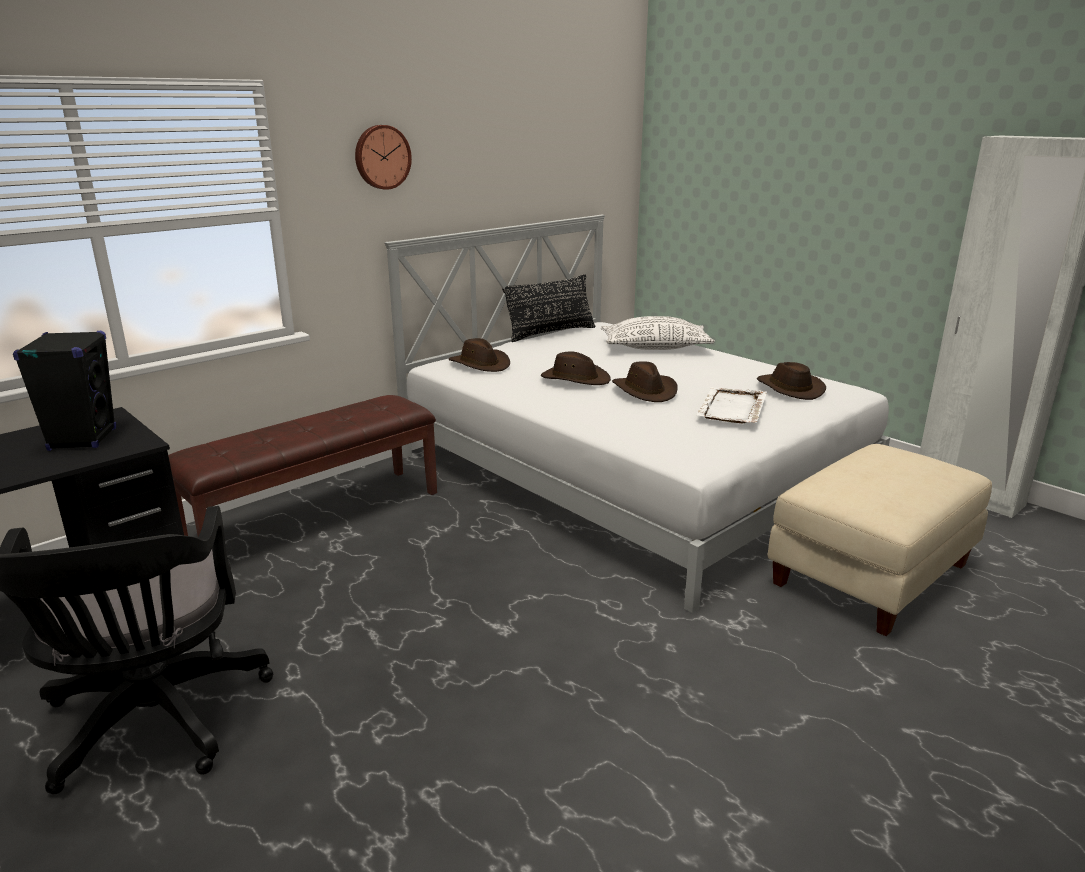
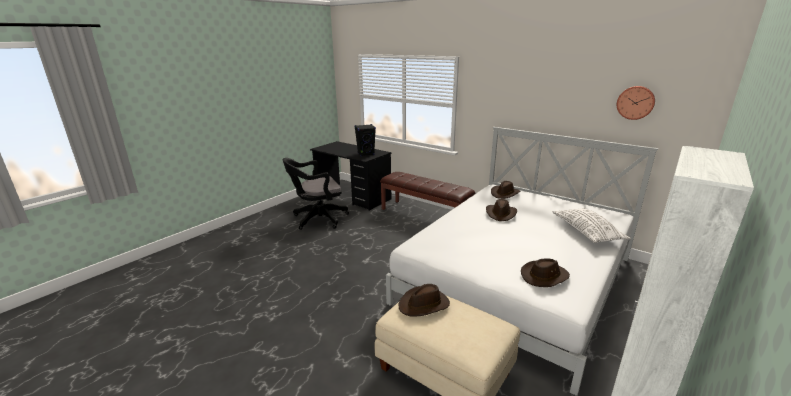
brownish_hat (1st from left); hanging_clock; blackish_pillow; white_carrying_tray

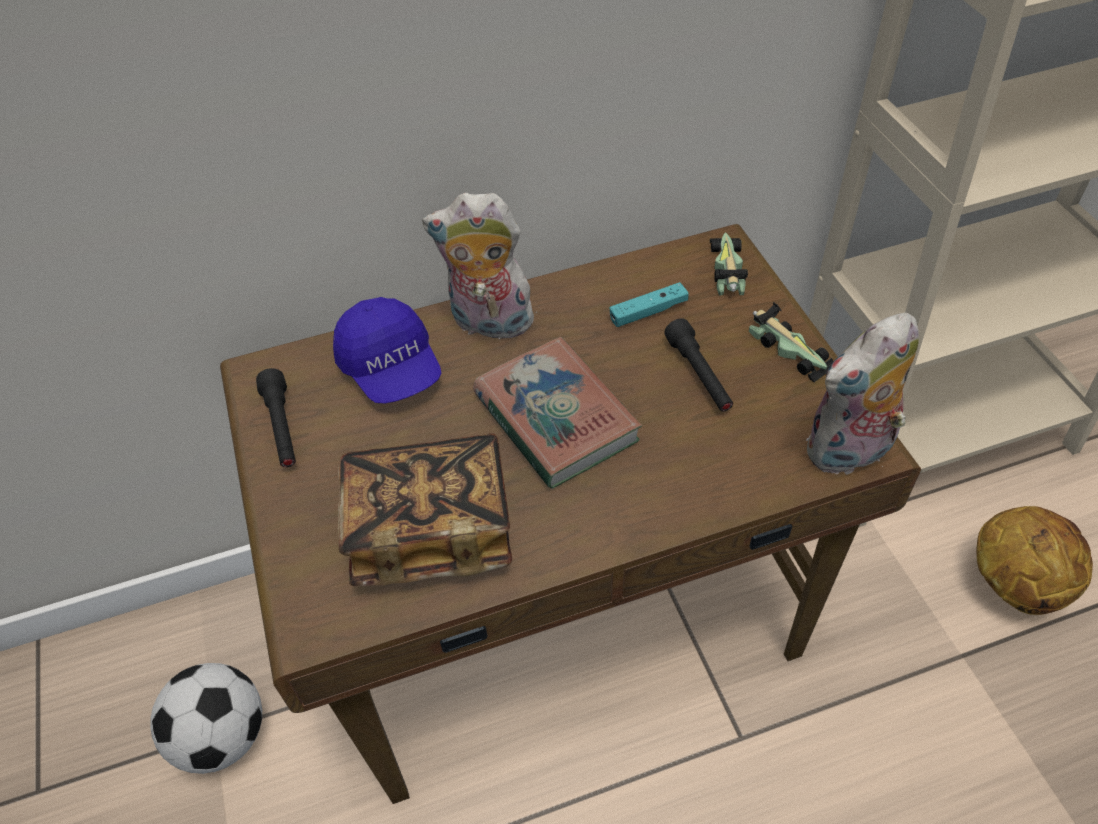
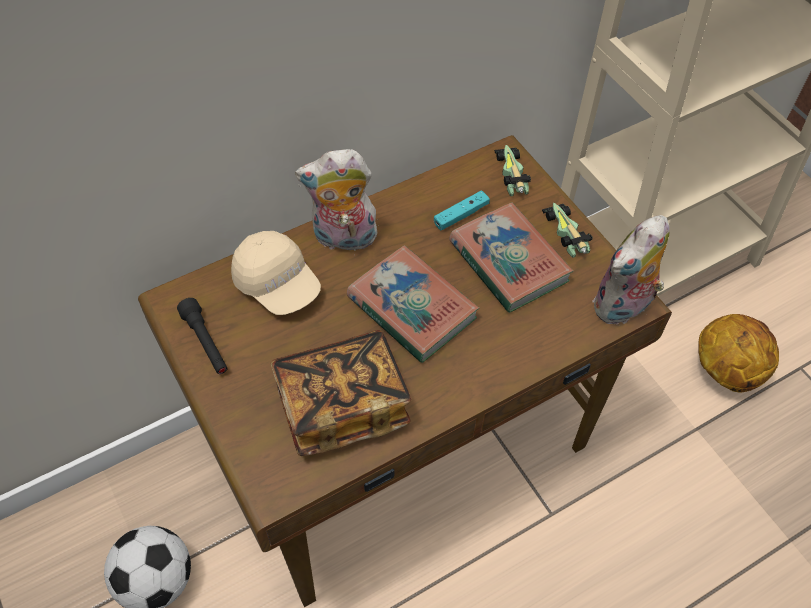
beige-coloured_cap; volume (3rd from left); miniature_car (2nd from left)

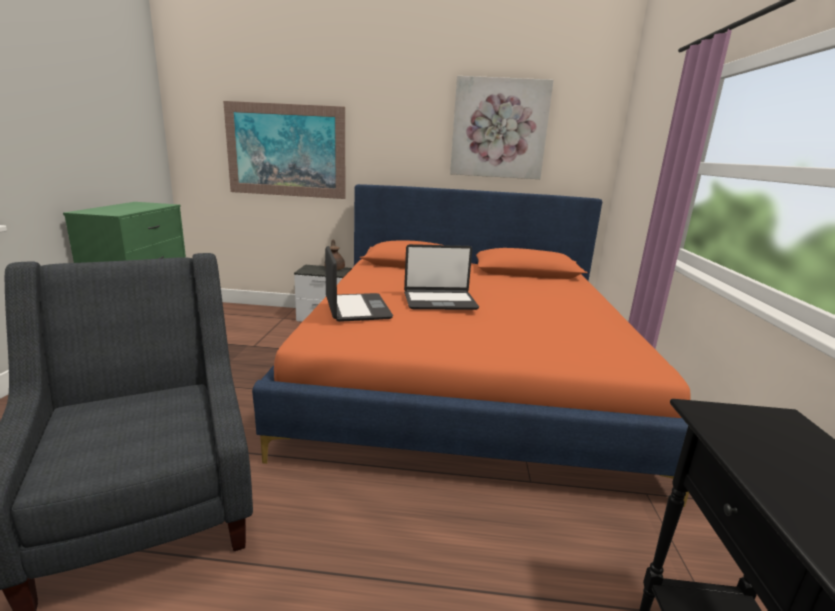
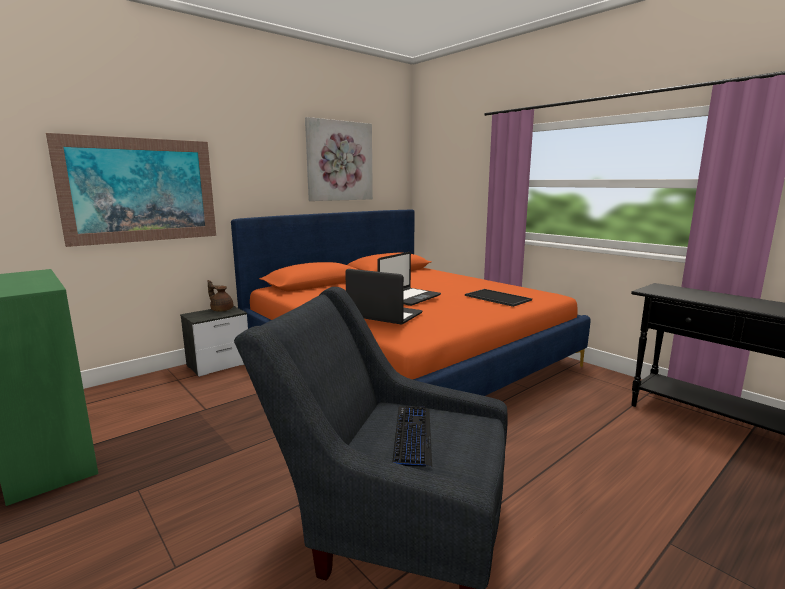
computer_keyboard; carrying_tray

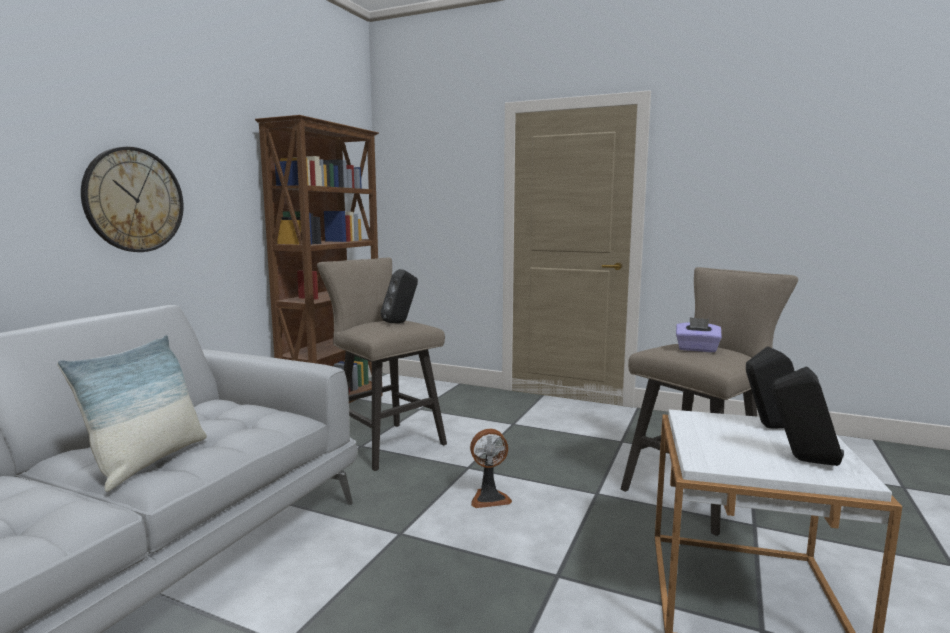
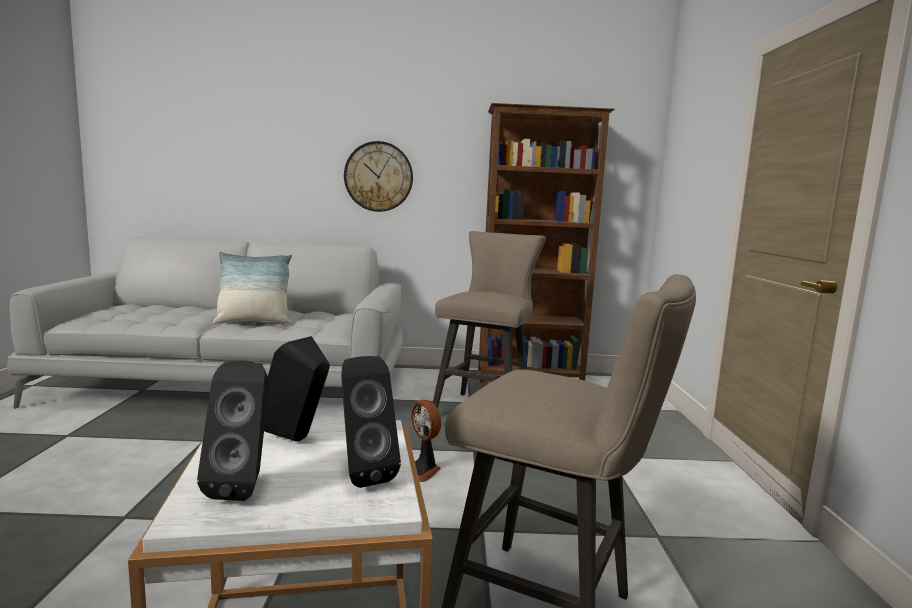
blackish_speaker (2nd from left); purple-coloured_tissue_box

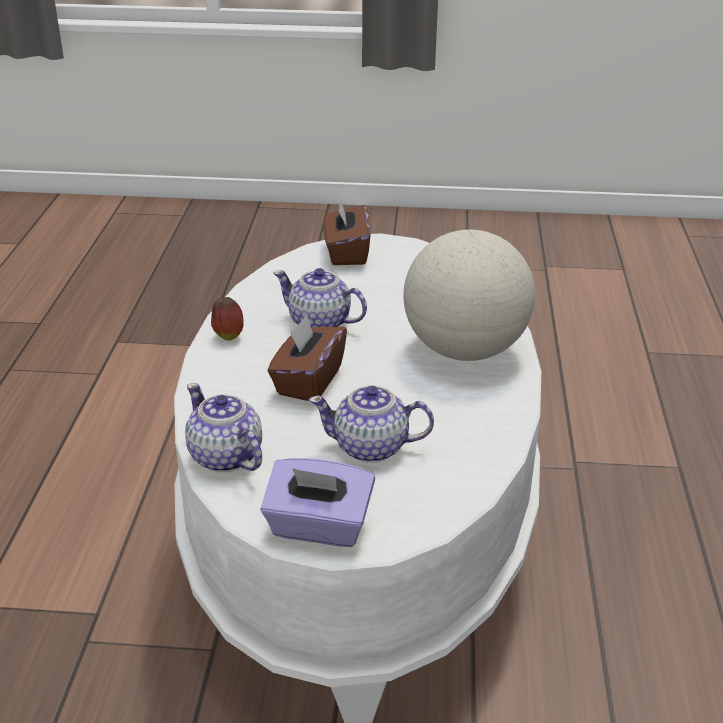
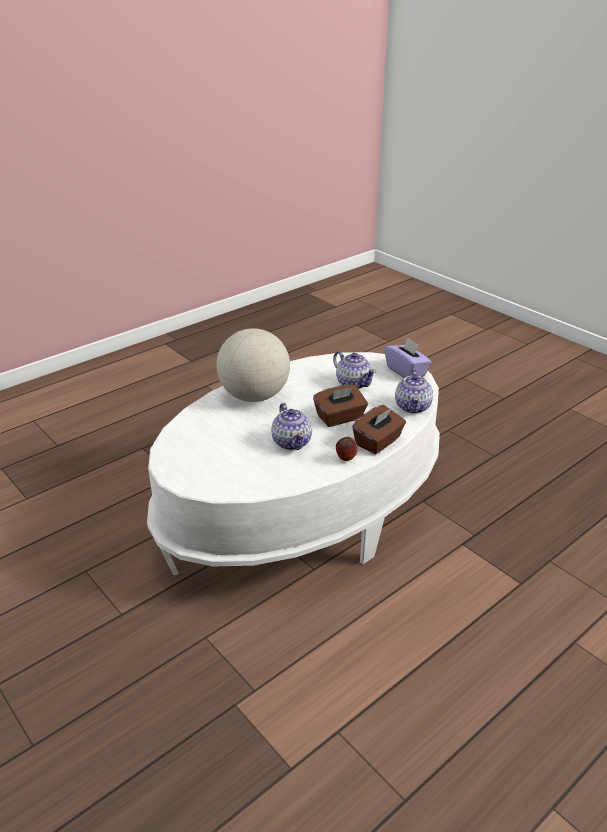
brownish_tissue_box (2nd from left)

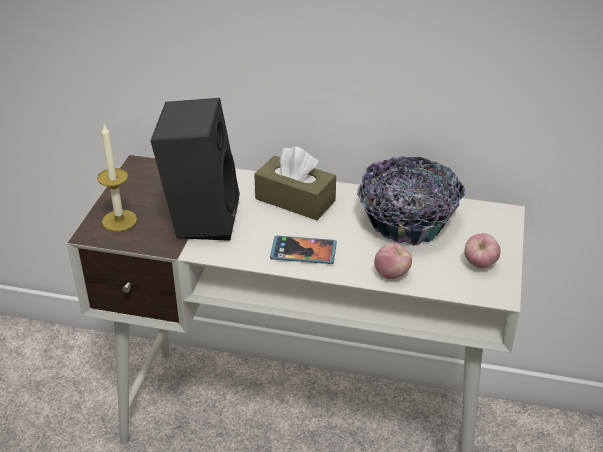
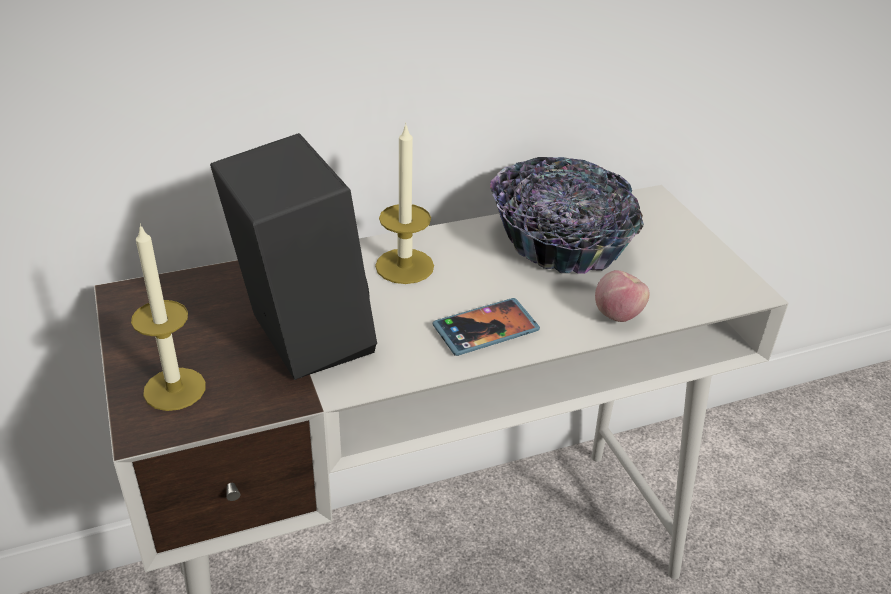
wax_light (2nd from left); apple_fruit (2nd from left in the first image)

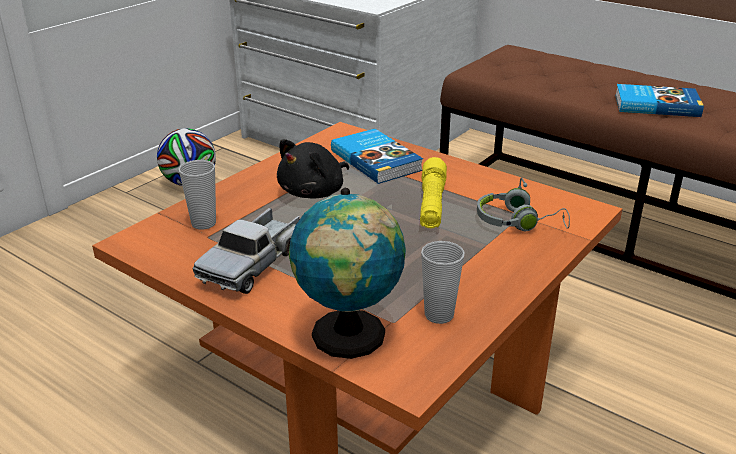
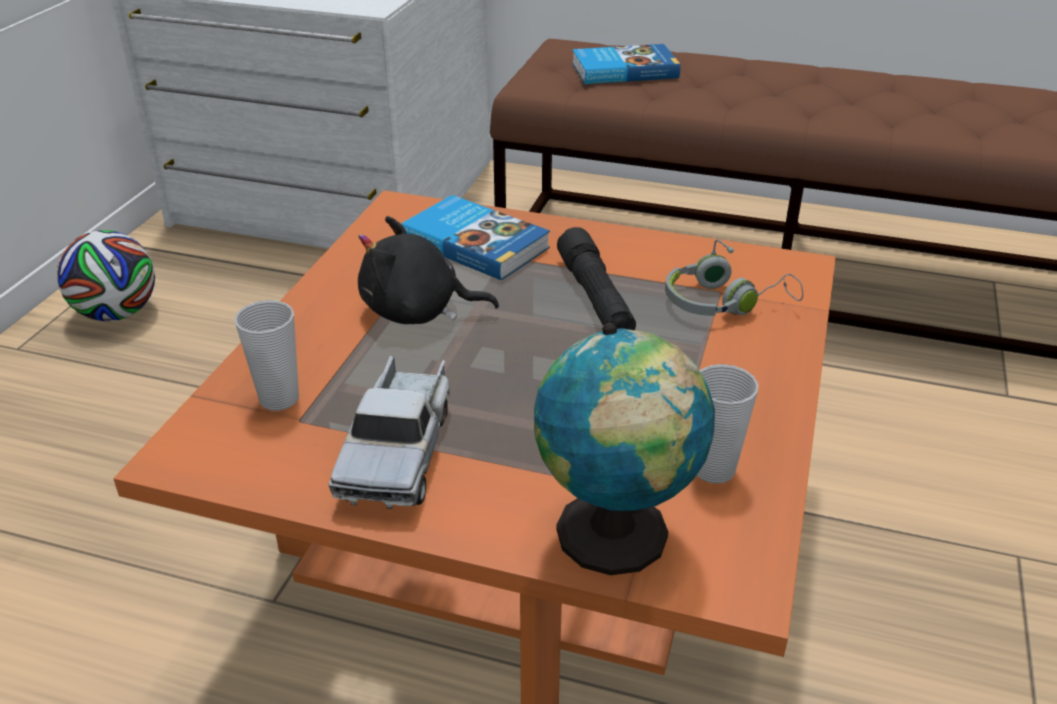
blackish_plush_toy; blackish_torch; volume (2nd from left)

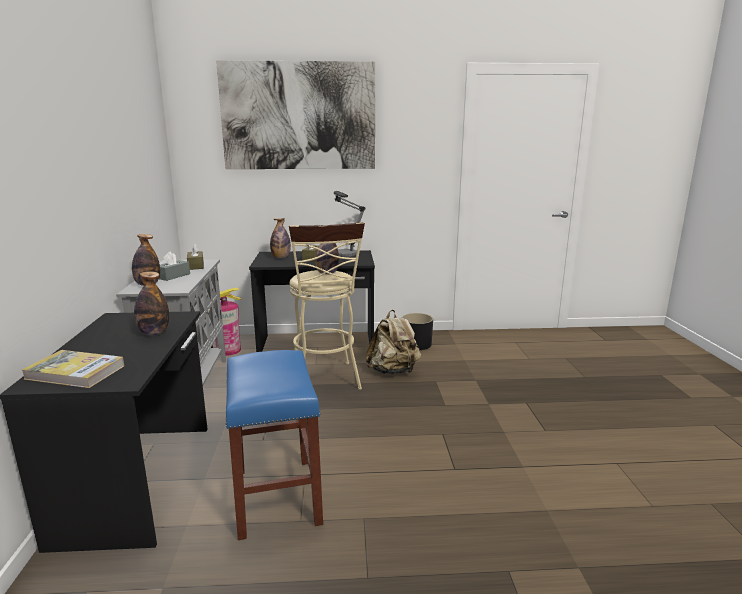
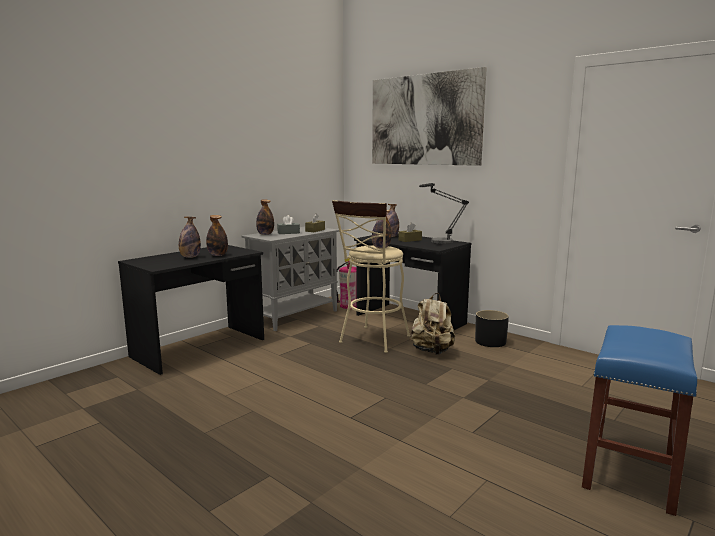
beverage_bottle (1st from left); blue_stool_seat; volume

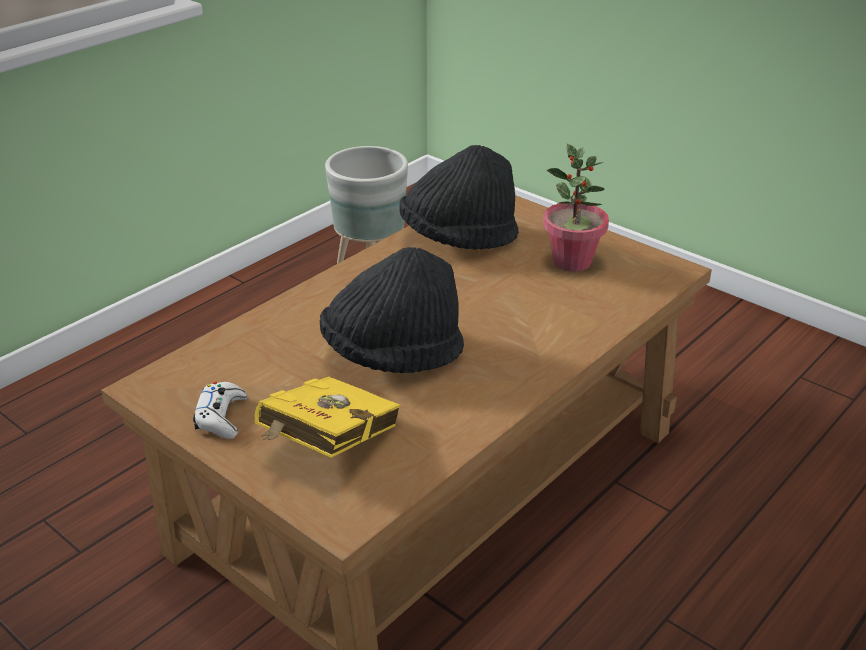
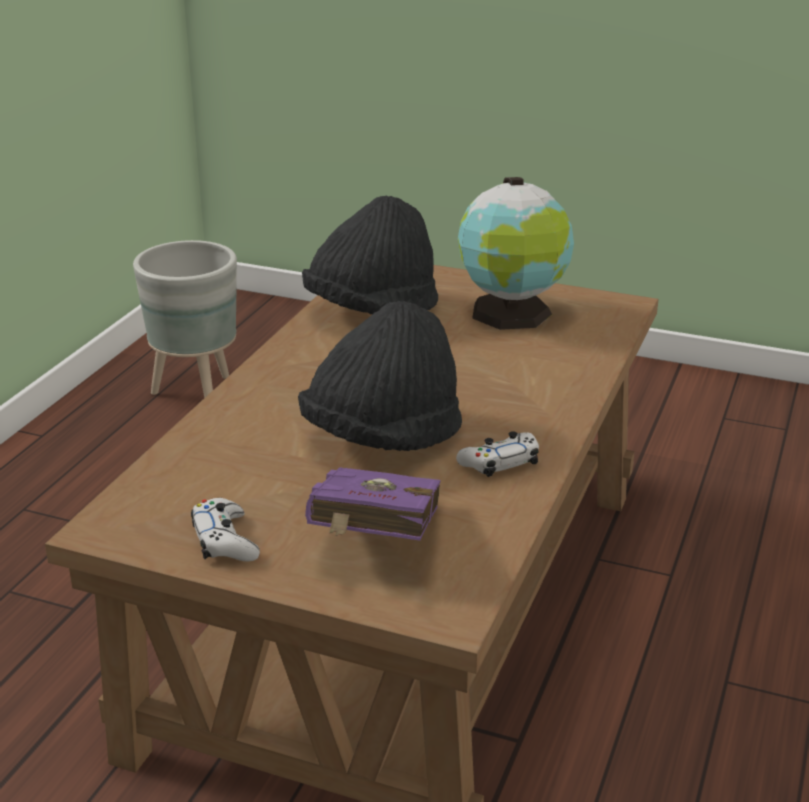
purple-coloured_volume; white_gamepad (2nd from left); desk_globe

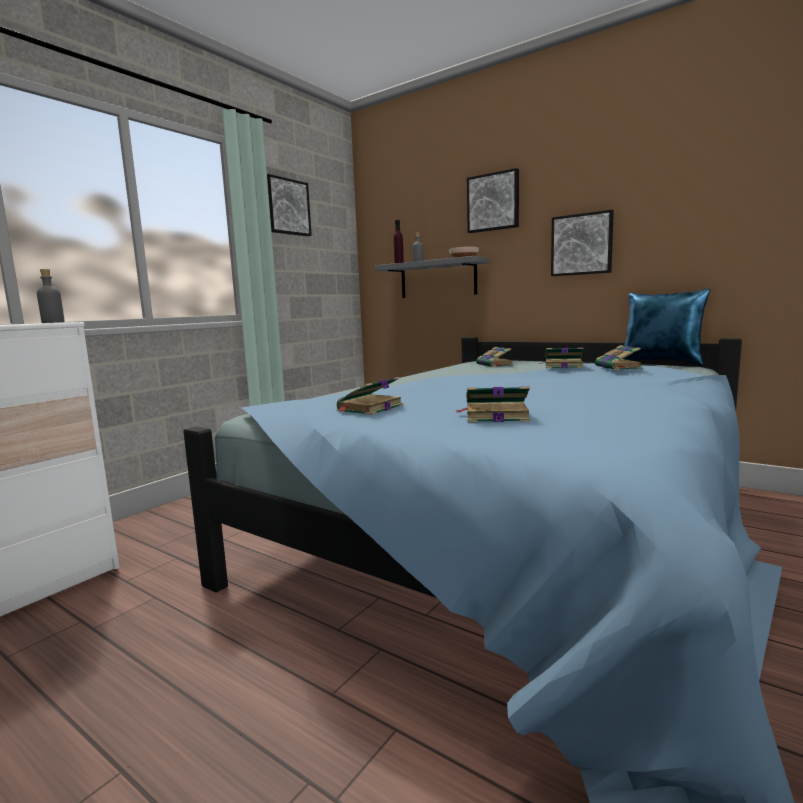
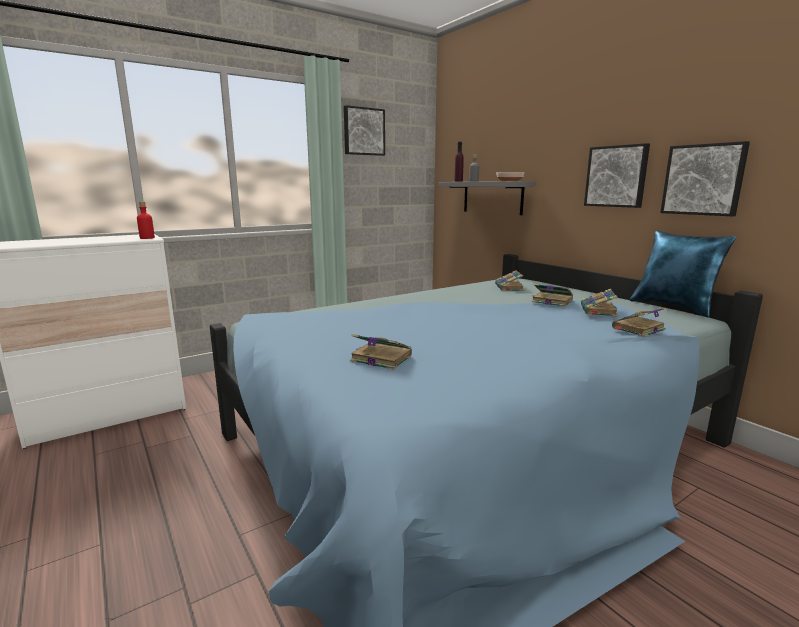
red-coloured_beverage_bottle; volume (5th from left); wall_art (3rd from left)

